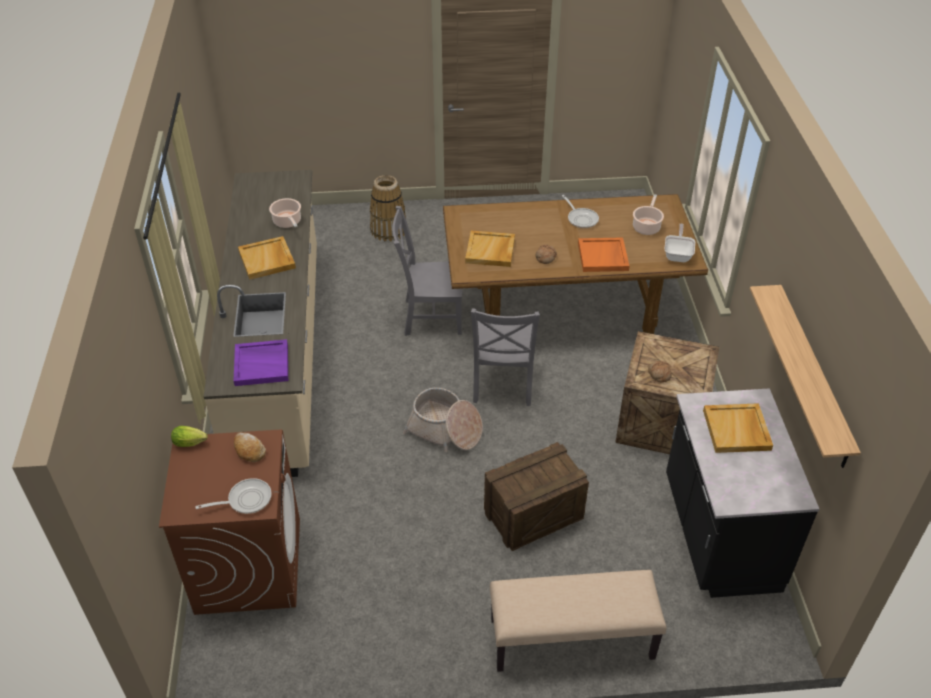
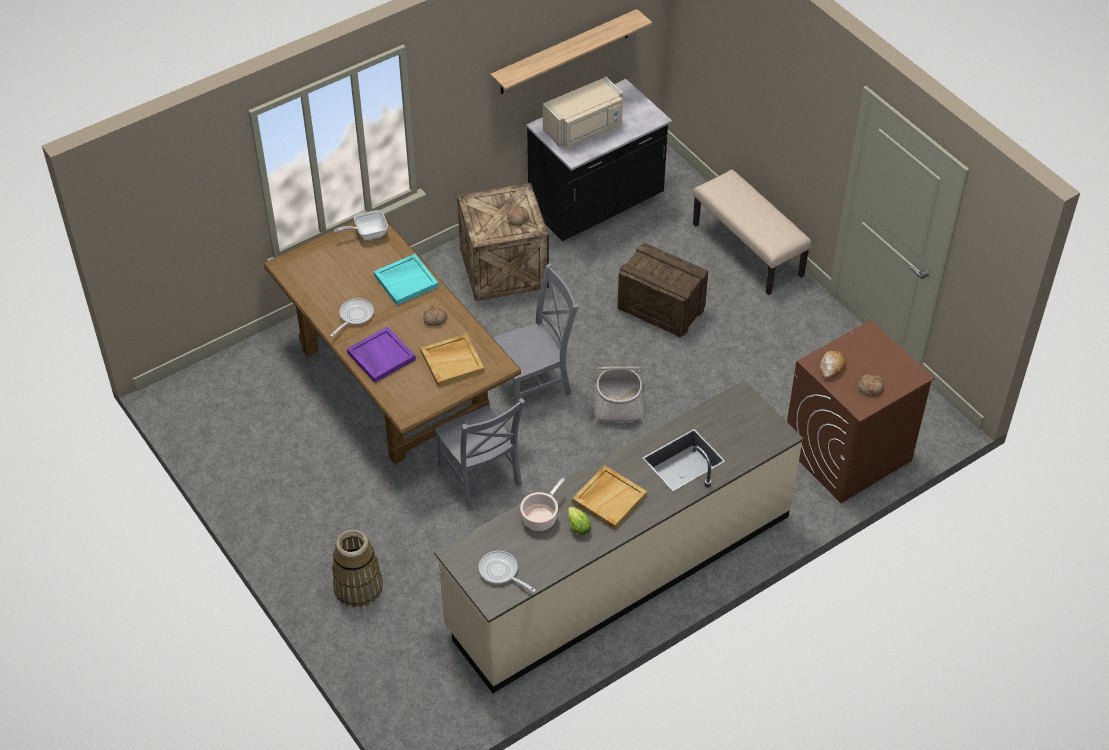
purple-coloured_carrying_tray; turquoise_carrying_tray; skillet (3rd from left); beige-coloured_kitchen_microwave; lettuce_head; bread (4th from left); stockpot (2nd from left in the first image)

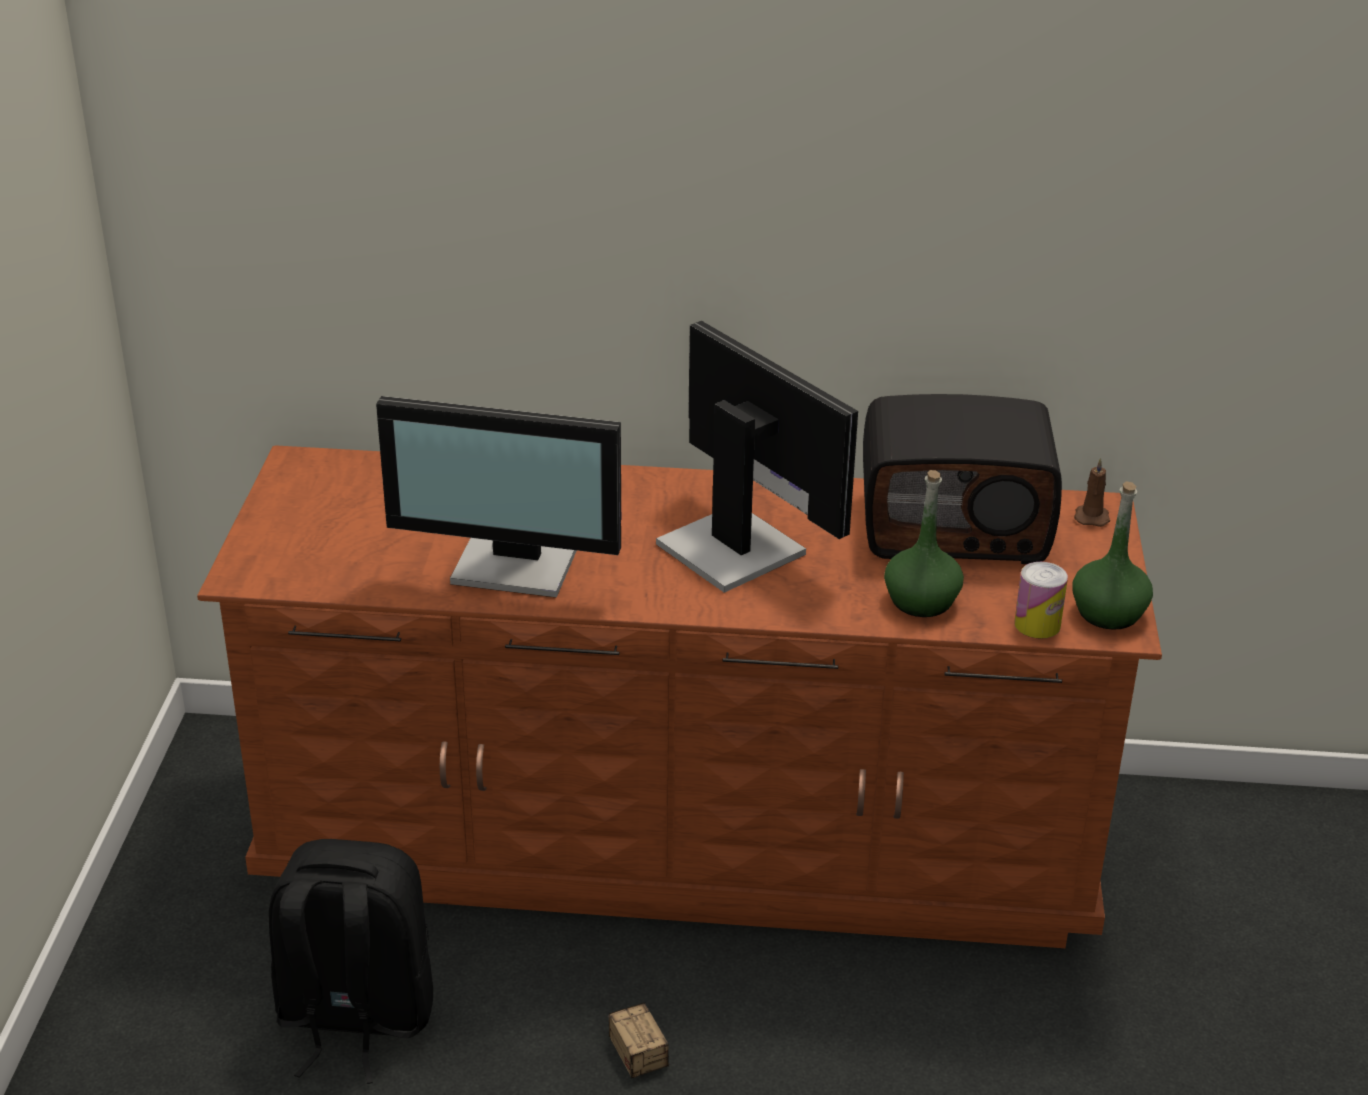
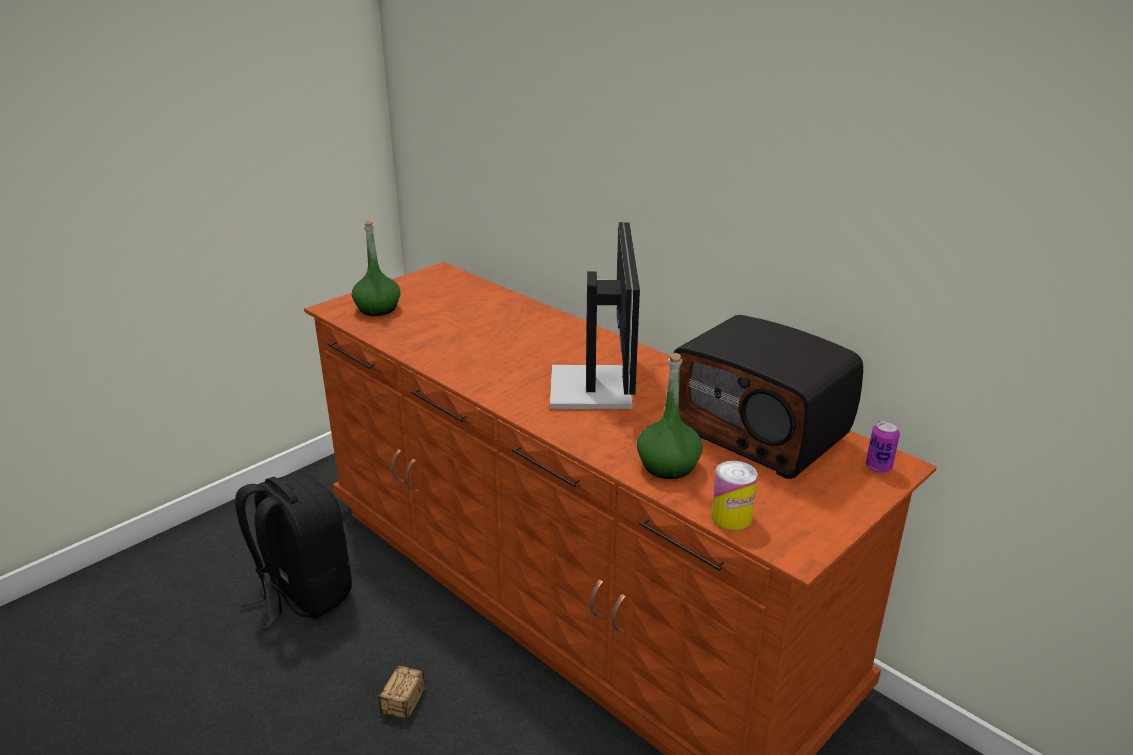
green-coloured_beverage_bottle (1st from left); sealed_can (2nd from left); computer_display (1st from left in the first image)

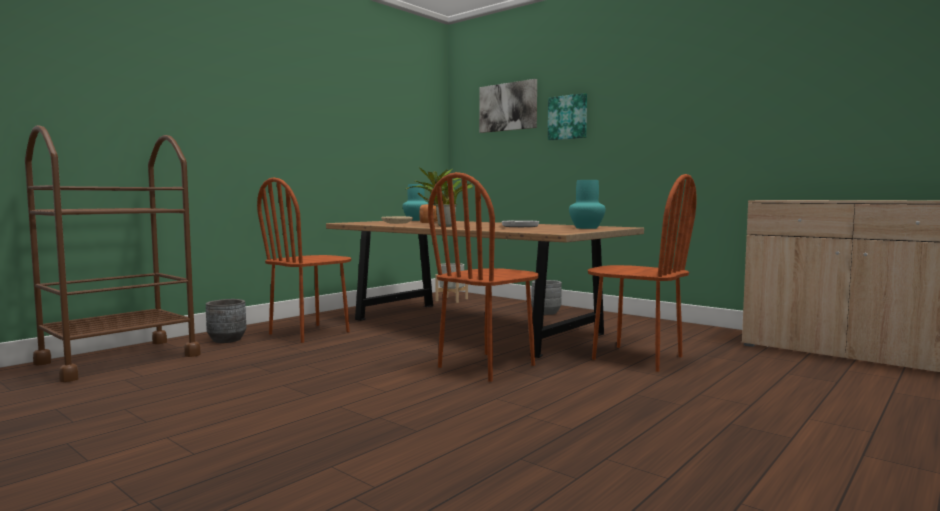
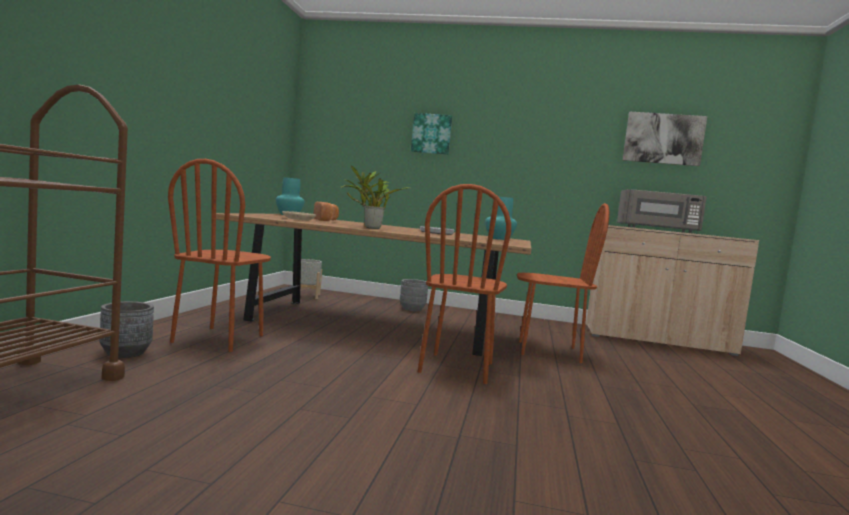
grey_kitchen_microwave; wall_art (2nd from left)

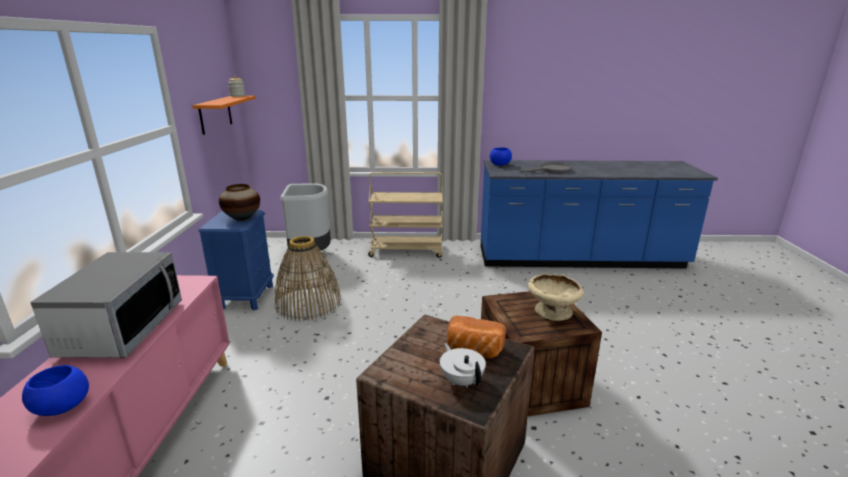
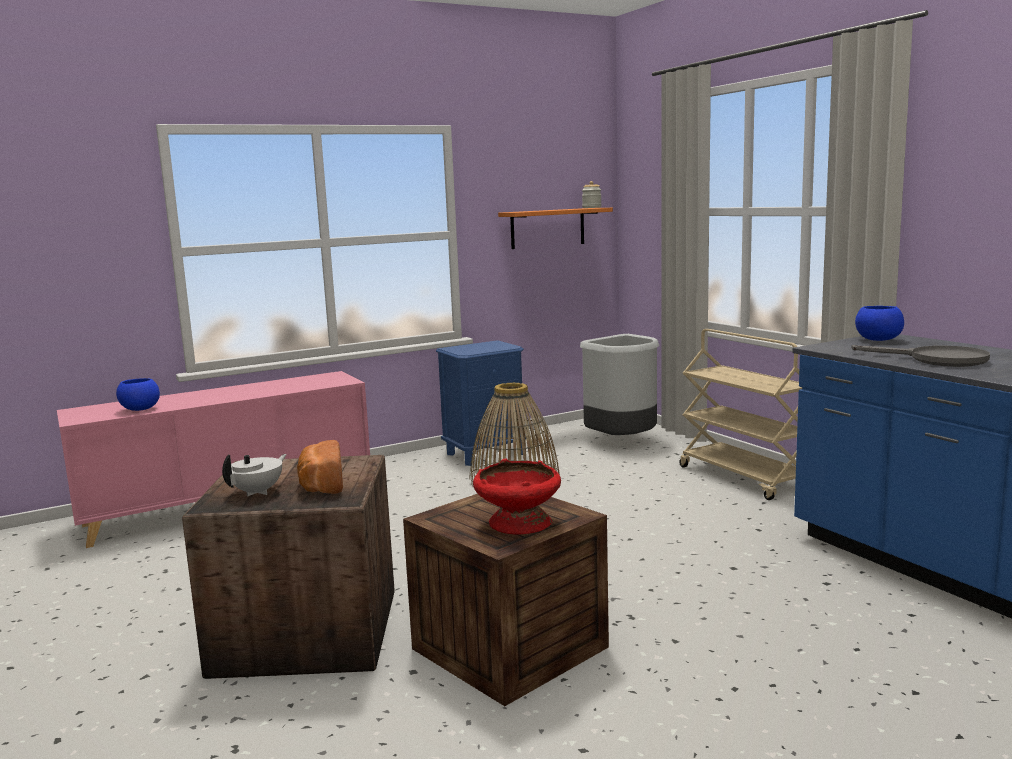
red-coloured_deep_dish; kitchen_microwave; decorative_vase

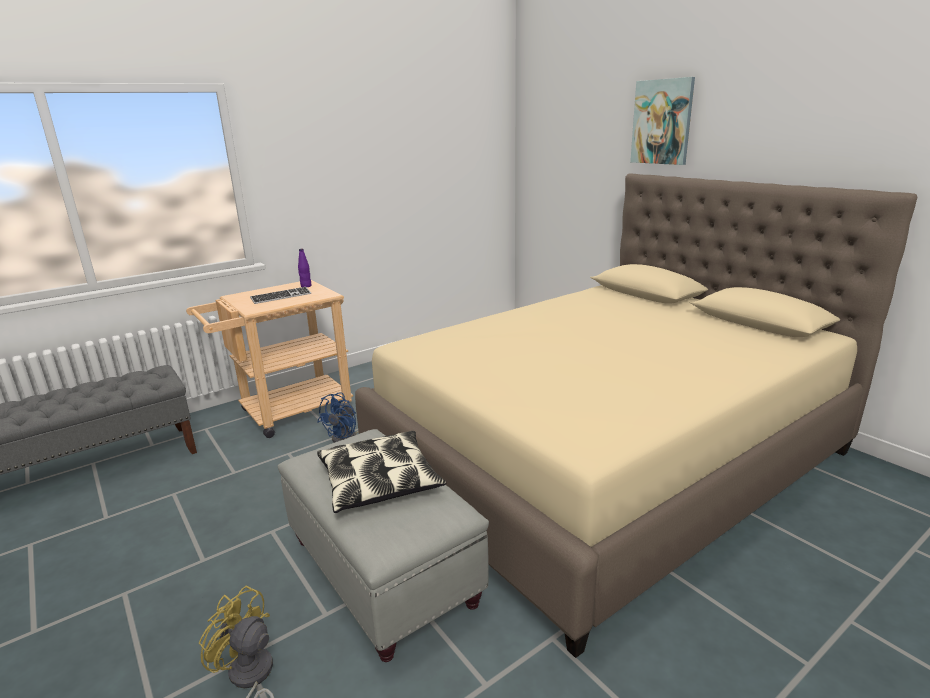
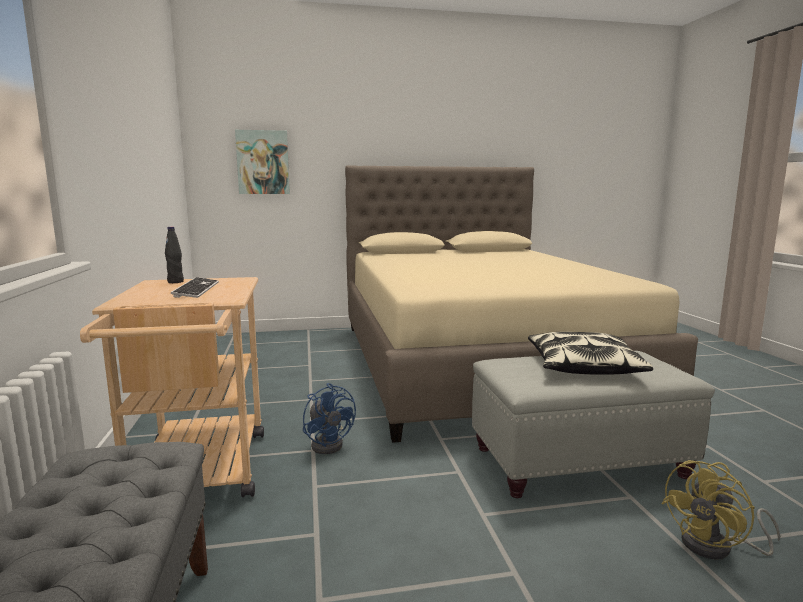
blackish_beverage_bottle; wall_art

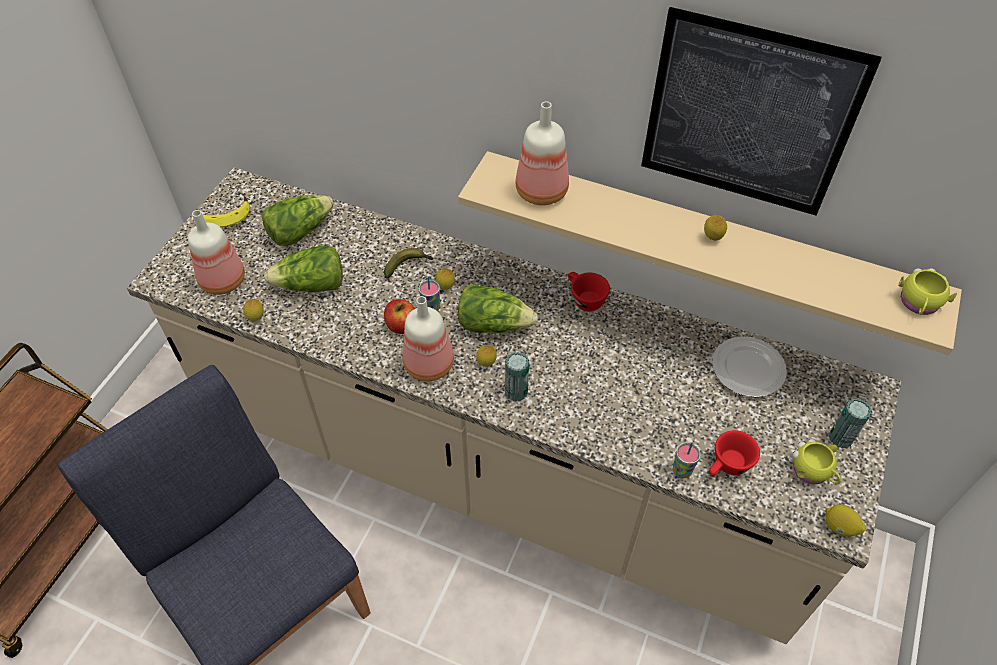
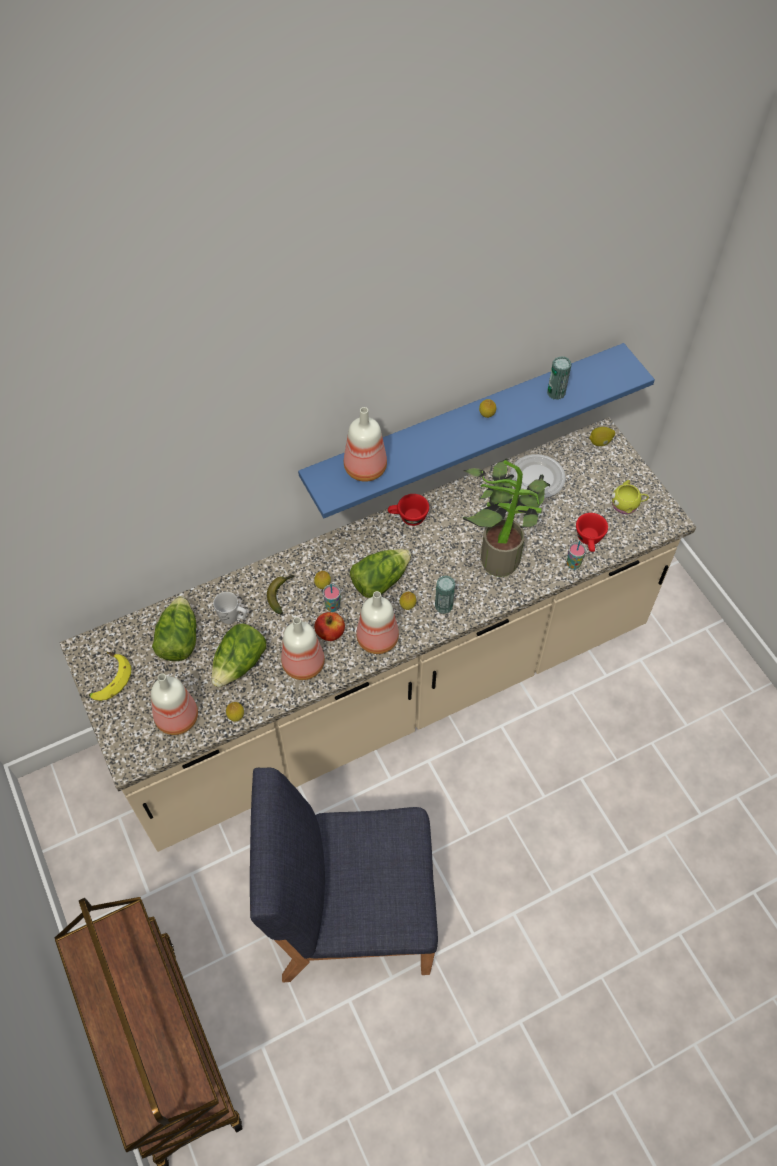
white_tea_mug; beverage_bottle (2nd from left); blue_wall_shelf; houseplant; sealed_can (2nd from left); lemon (5th from left); wall_art; yellow-coloured_tea_mug (2nd from left in the first image)

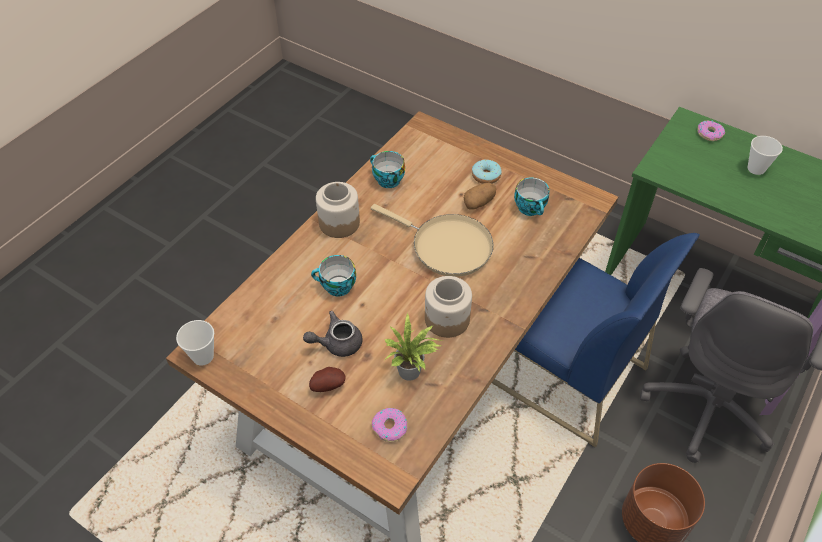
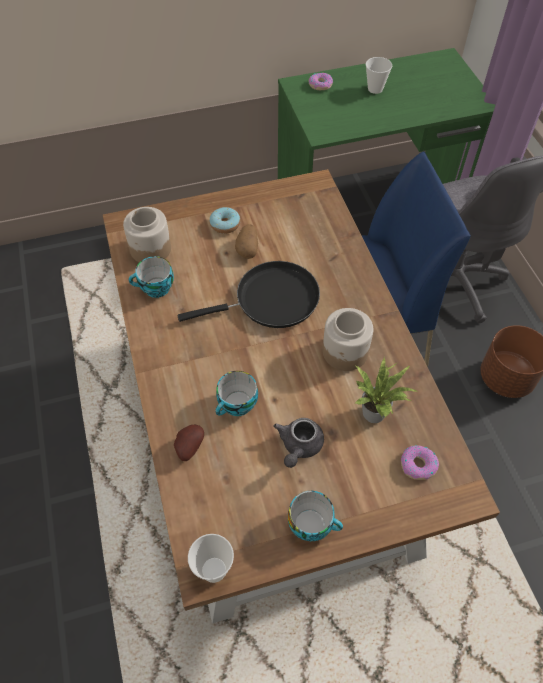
preserve_jar (1st from left); potato (1st from left); blackish_skillet; drinking_cup (4th from left)

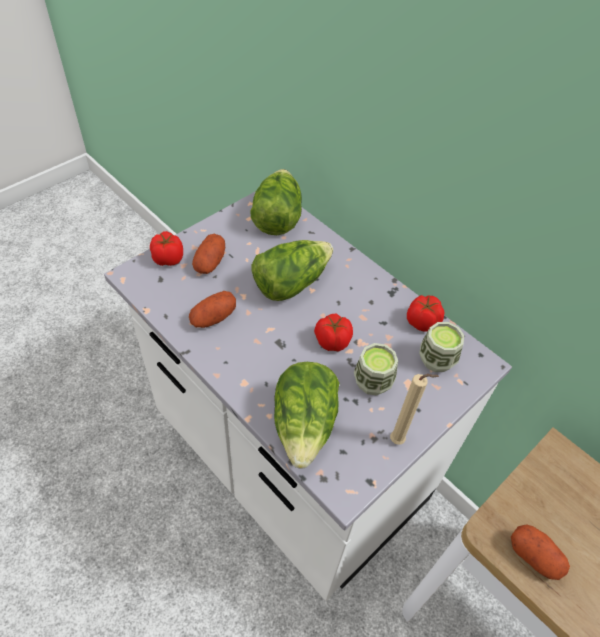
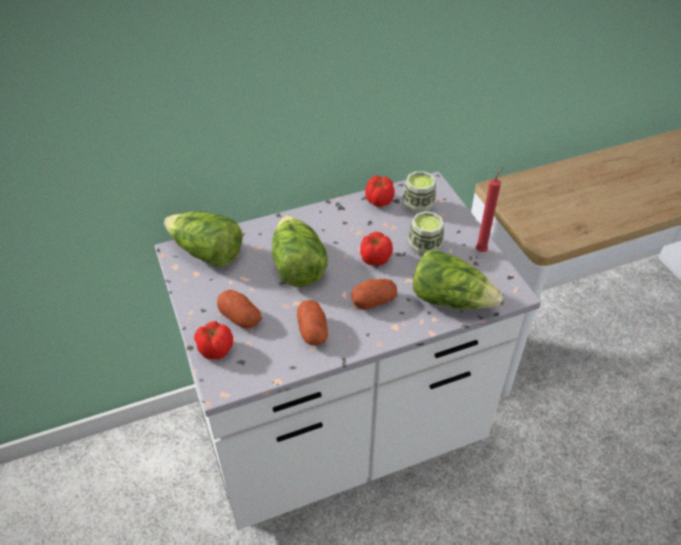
potato (3rd from left); red-coloured_wax_light

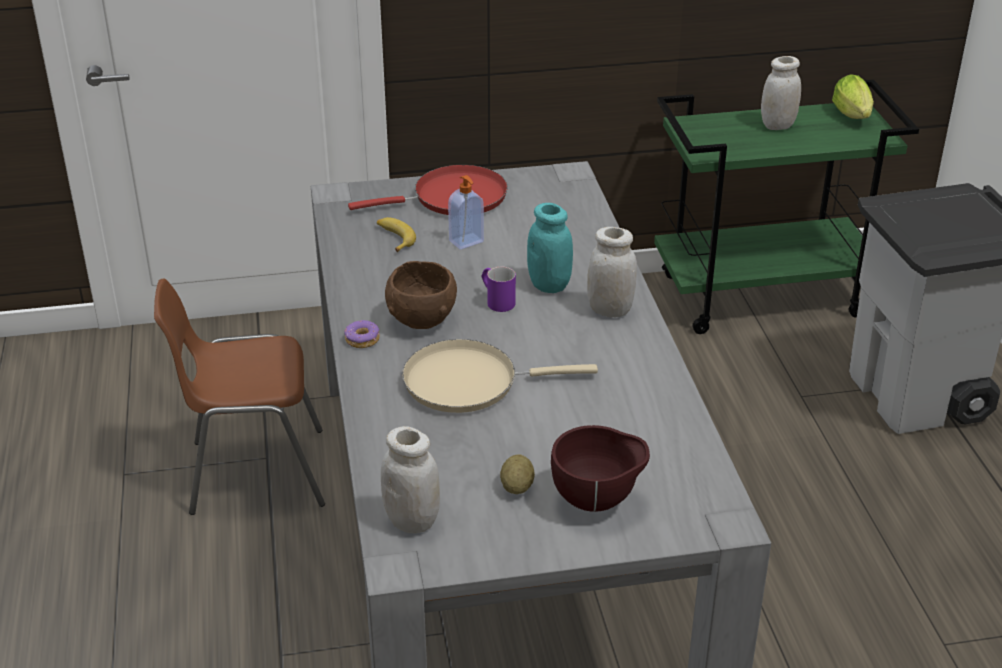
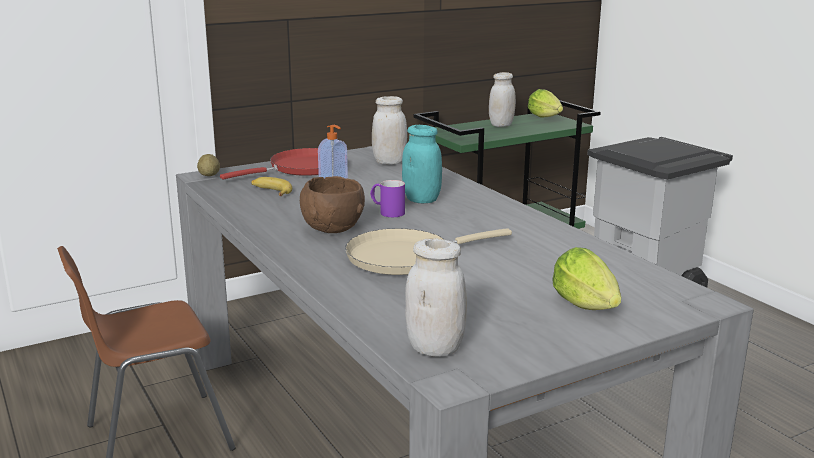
potato; white_preserve_jar (1st from left); lettuce_head (2nd from left); doughnut

